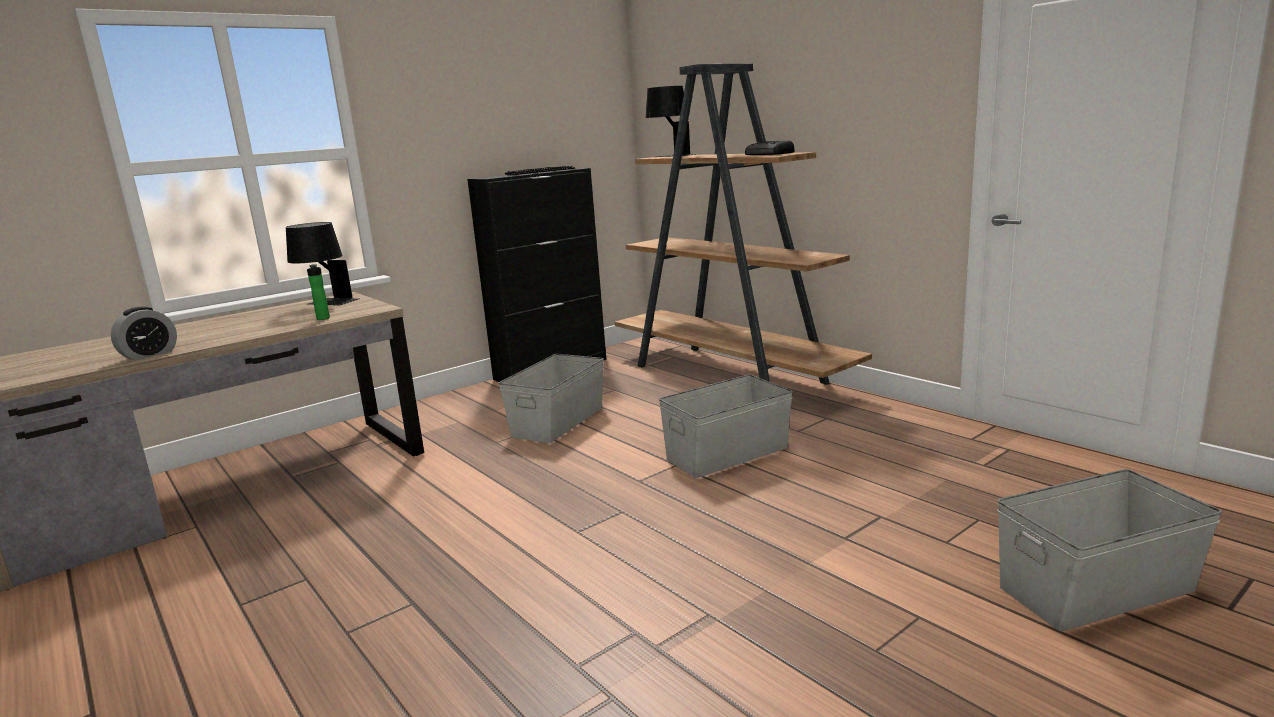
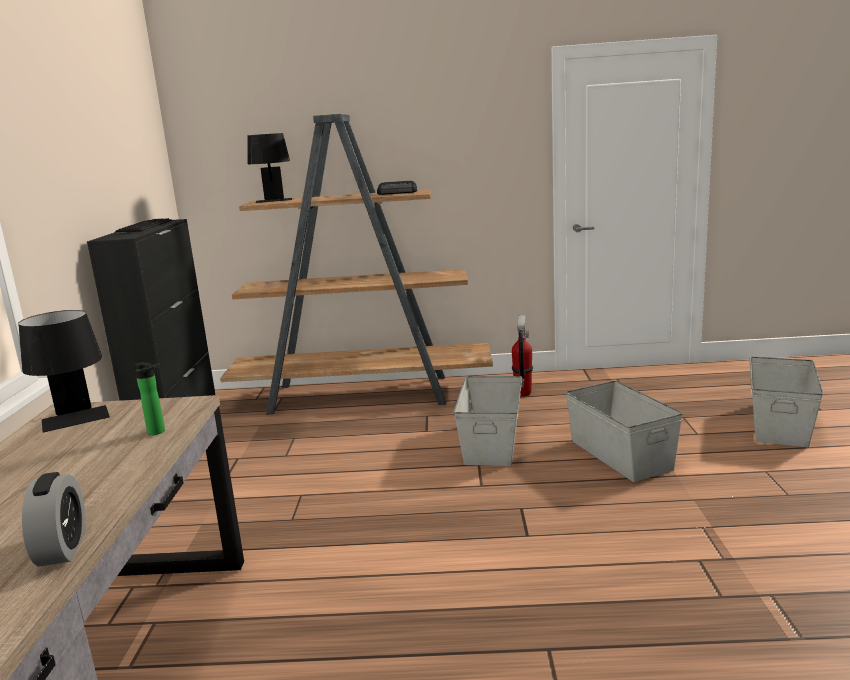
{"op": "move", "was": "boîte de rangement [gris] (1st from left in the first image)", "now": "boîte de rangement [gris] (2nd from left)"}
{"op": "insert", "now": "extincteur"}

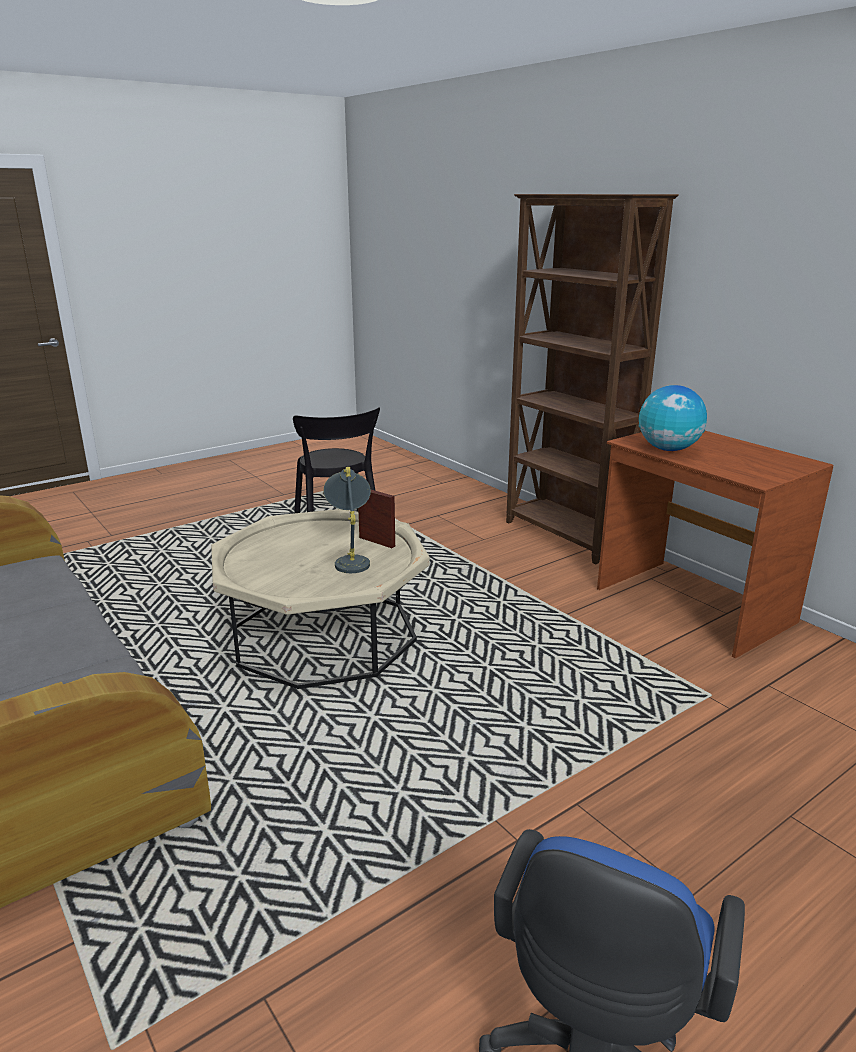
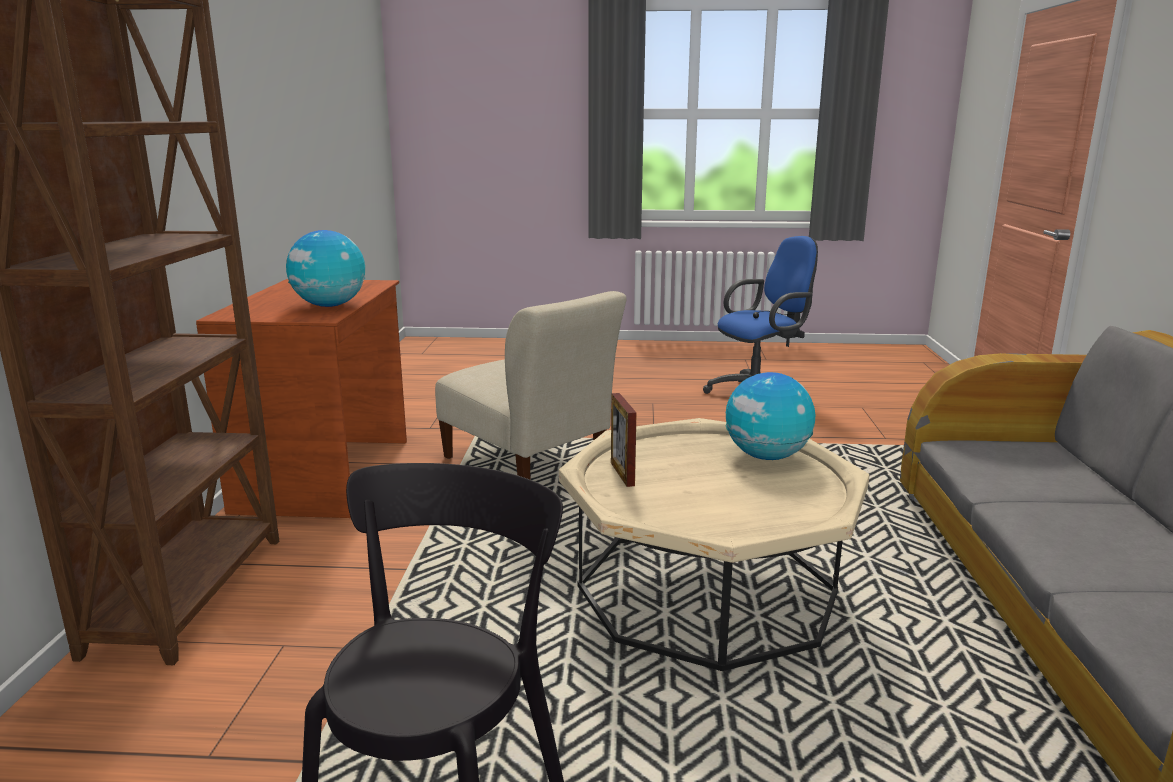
{"op": "delete", "was": "lampe de table [gris]"}
{"op": "insert", "now": "chaise [beige]"}
{"op": "insert", "now": "globe (2nd from left)"}

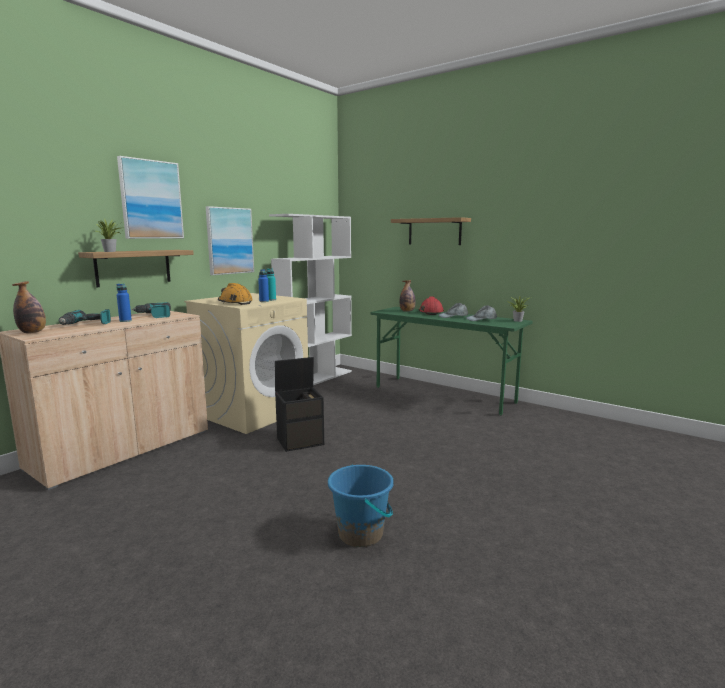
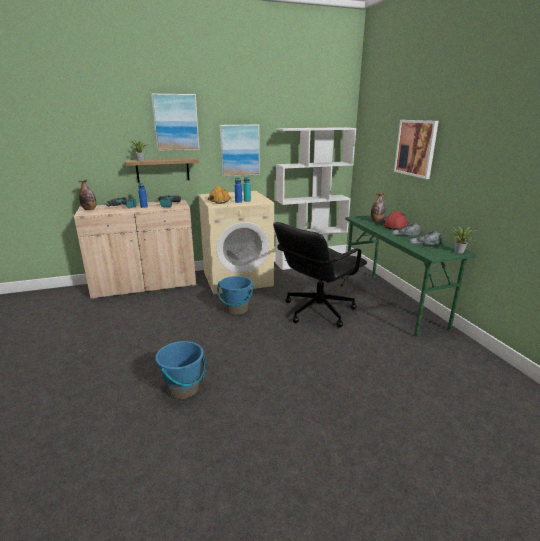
{"op": "replace", "was": "étagère (2nd from left)", "now": "tableau (3rd from left)"}
{"op": "replace", "was": "boîte de rangement [noir]", "now": "seau [bleu] (2nd from left)"}
{"op": "insert", "now": "chaise de bureau [noir]"}

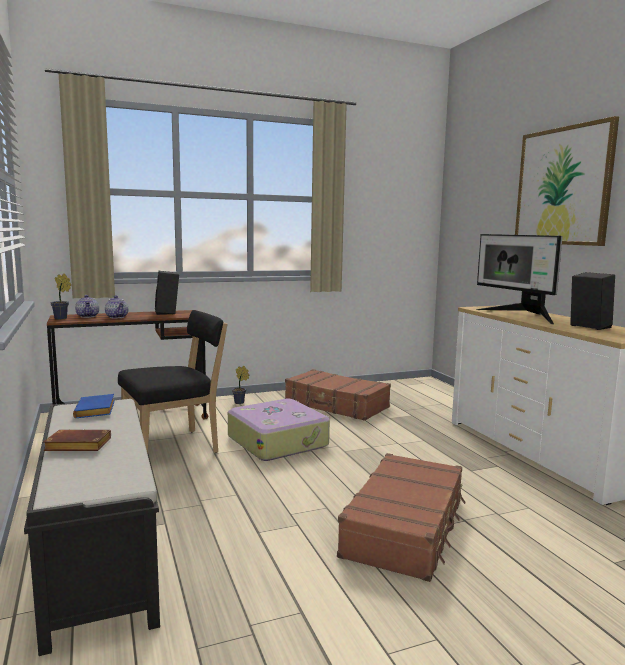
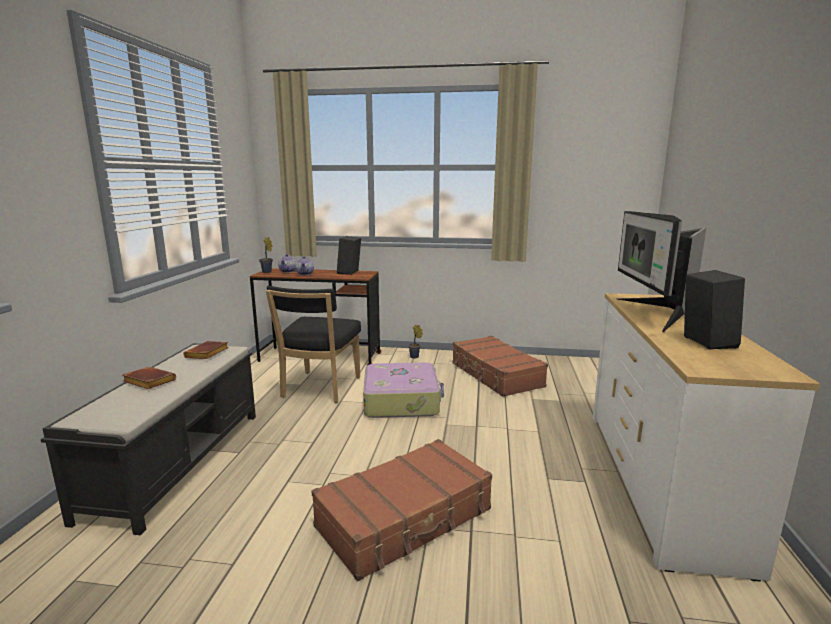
{"op": "delete", "was": "tableau"}
{"op": "rotate", "was": "chaise [noir]", "clockwise": 105}
{"op": "recolor", "was": "livre [bleu]", "now": "livre [marron] (2nd from left)"}

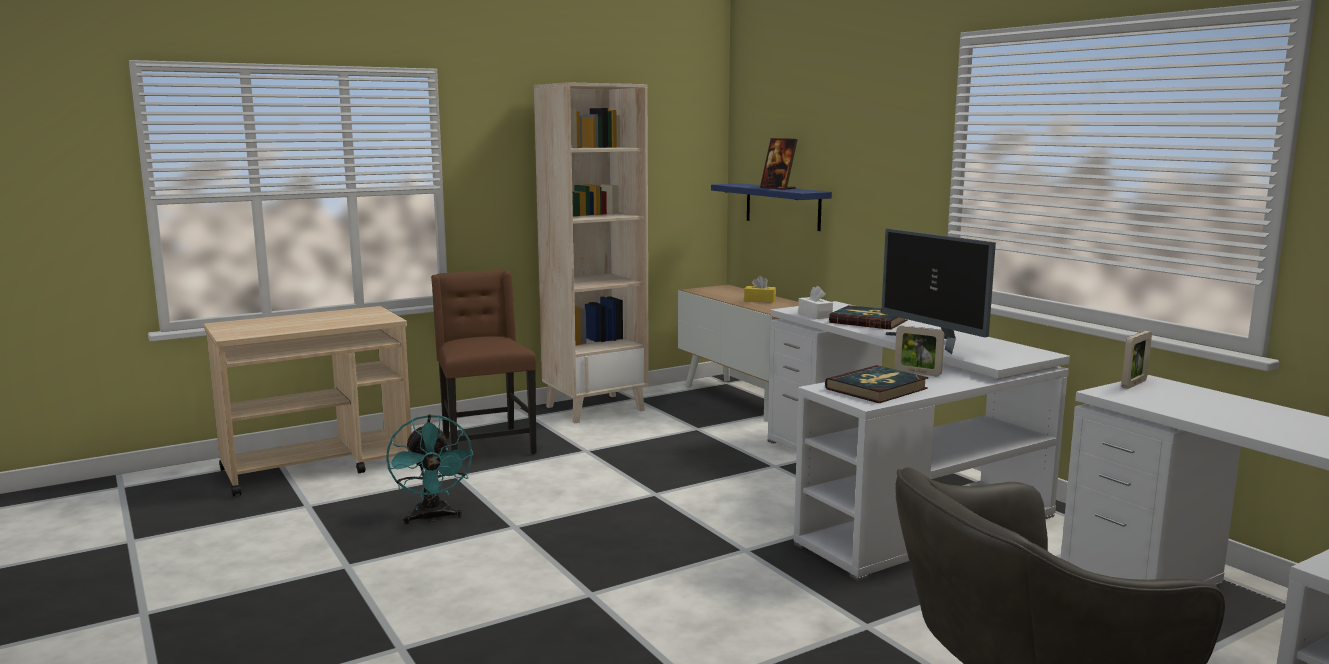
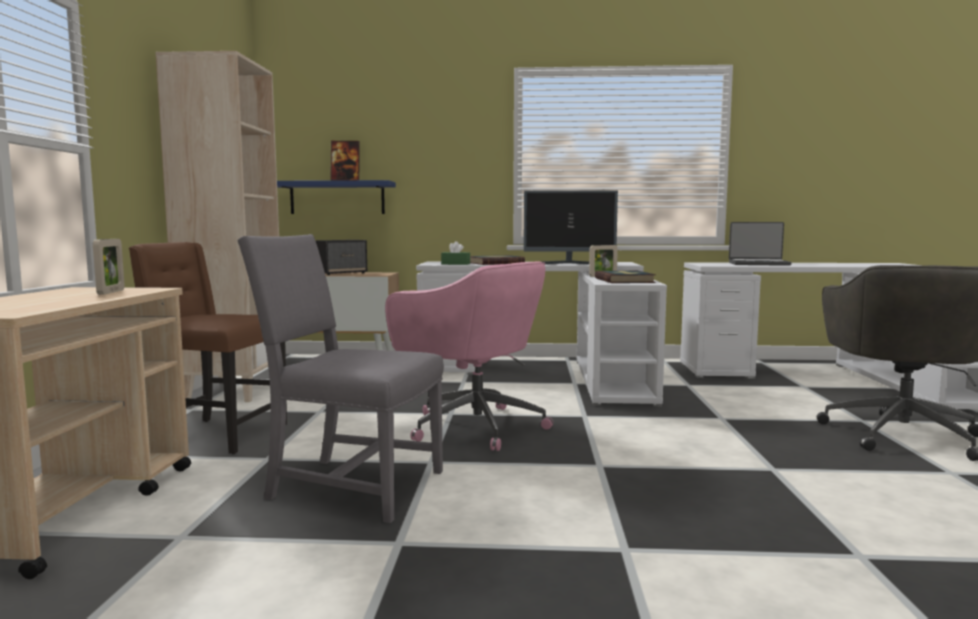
{"op": "replace", "was": "boîte à mouchoirs [jaune]", "now": "enceinte"}
{"op": "recolor", "was": "boîte à mouchoirs [blanc]", "now": "boîte à mouchoirs [vert]"}
{"op": "move", "was": "cadre photo (3rd from left in the first image)", "now": "cadre photo (1st from left)"}
{"op": "replace", "was": "ventilateur [turquoise]", "now": "chaise [gris]"}
{"op": "insert", "now": "ordinateur portable"}
{"op": "insert", "now": "chaise de bureau [rose]"}

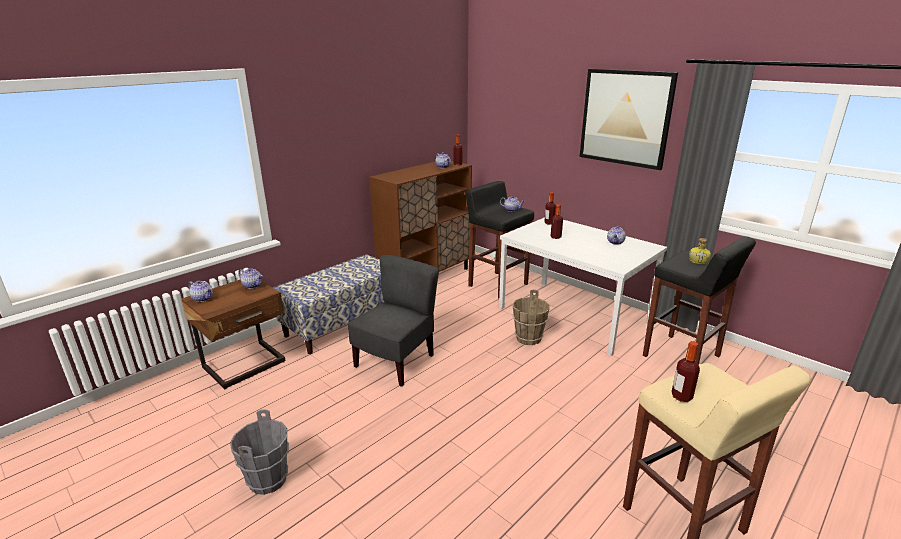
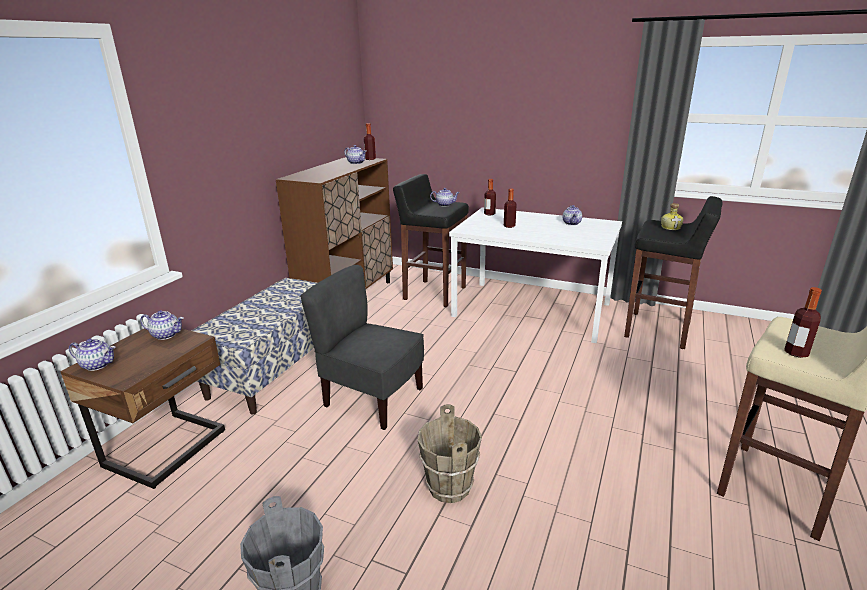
{"op": "delete", "was": "tableau"}
{"op": "rotate", "was": "chaise [gris]", "clockwise": -75}
{"op": "move", "was": "seau [marron]"}

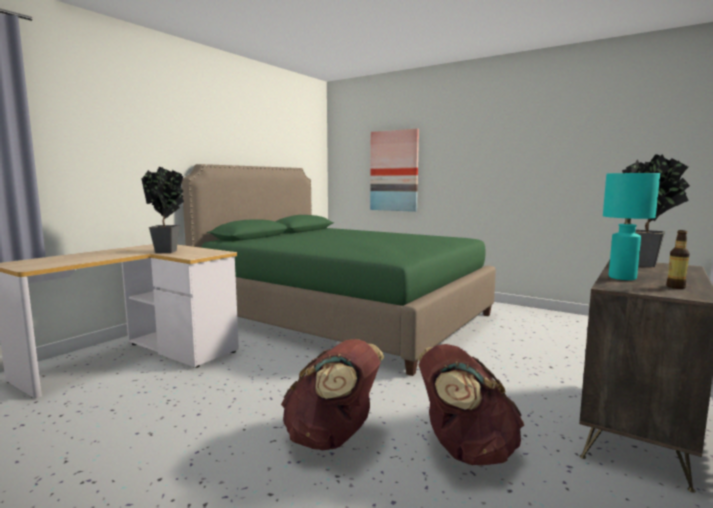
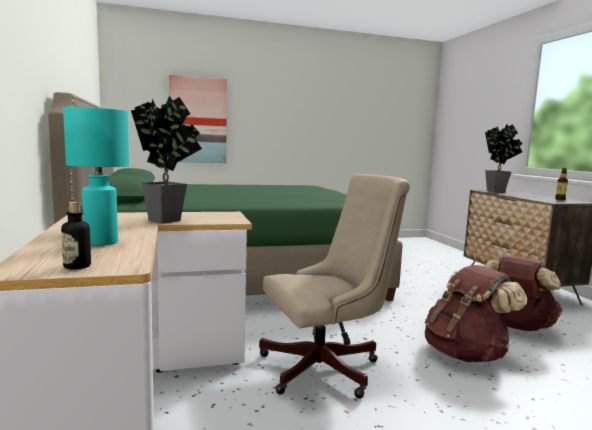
{"op": "move", "was": "lampe de table [turquoise]"}
{"op": "insert", "now": "chaise de bureau [beige]"}
{"op": "insert", "now": "bouteille (1st from left)"}

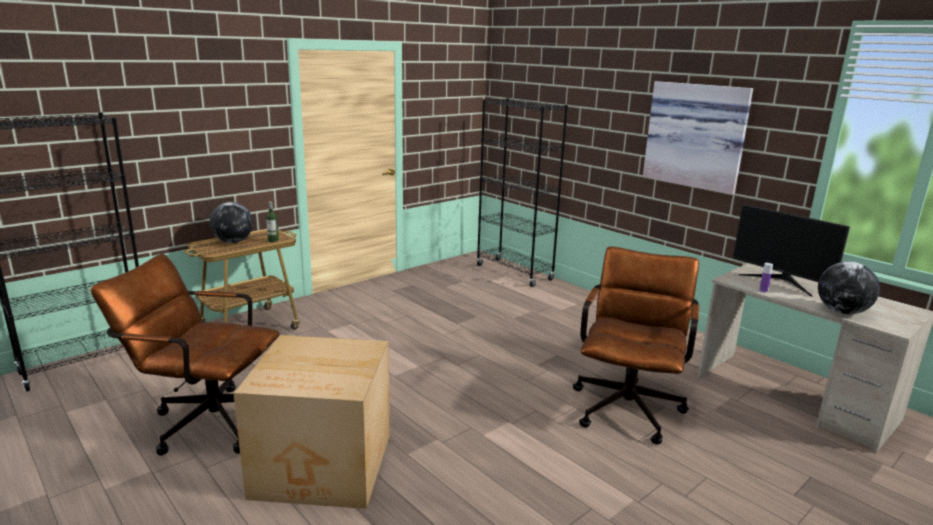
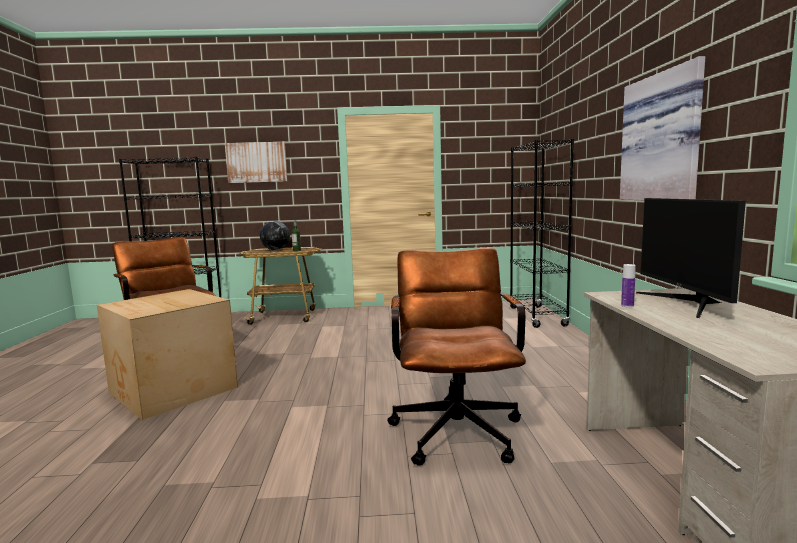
{"op": "rotate", "was": "chaise de bureau [marron] (2nd from left)", "clockwise": -60}
{"op": "delete", "was": "globe (2nd from left)"}
{"op": "insert", "now": "tableau (1st from left)"}

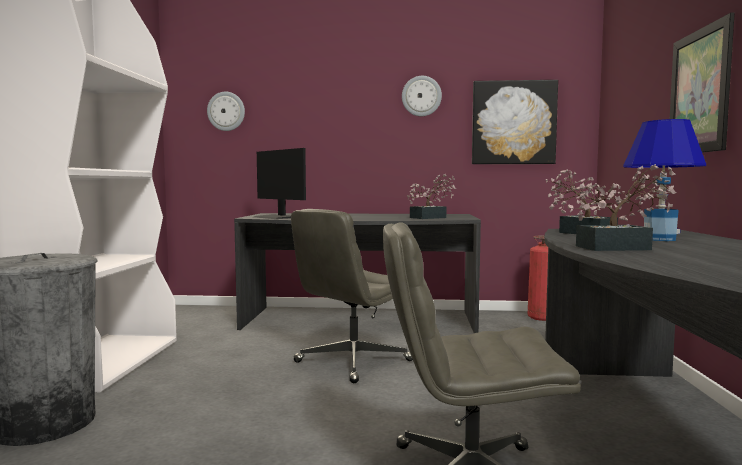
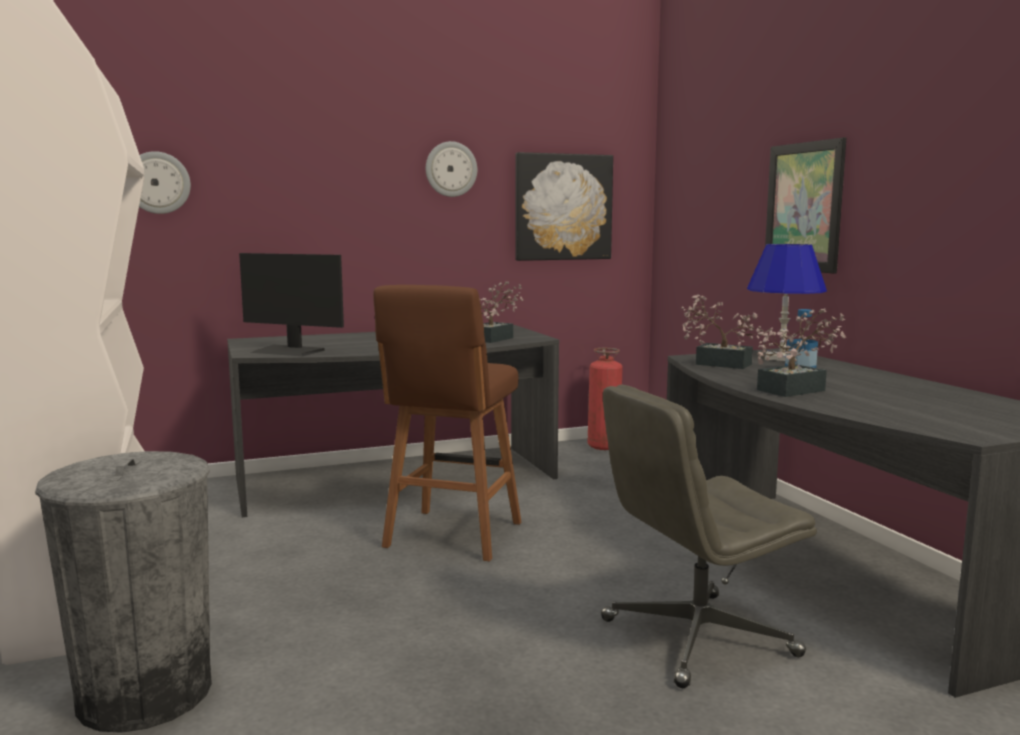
{"op": "replace", "was": "chaise de bureau [gris] (1st from left)", "now": "tabouret [marron]"}

